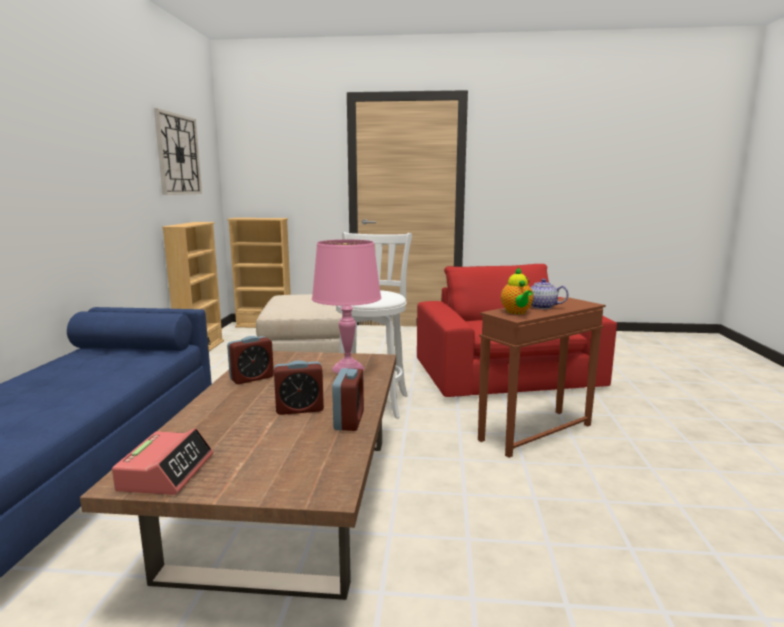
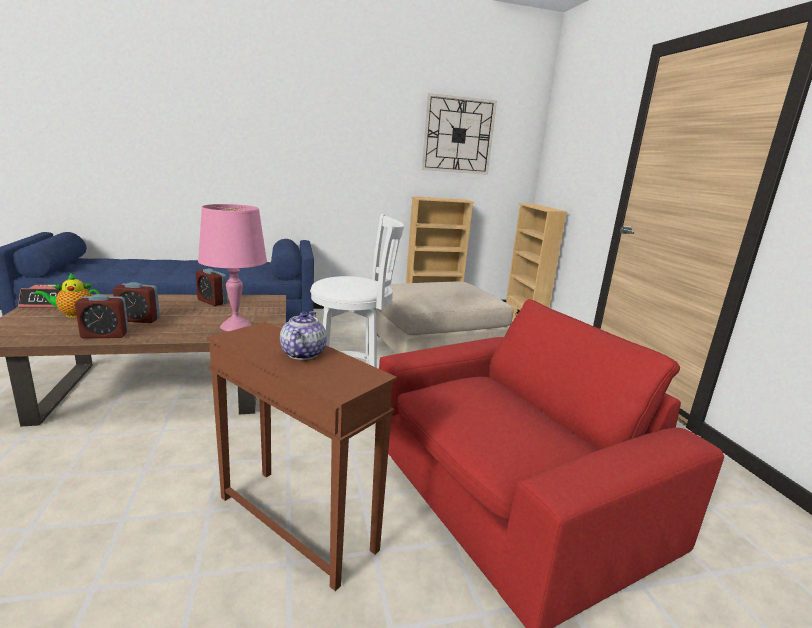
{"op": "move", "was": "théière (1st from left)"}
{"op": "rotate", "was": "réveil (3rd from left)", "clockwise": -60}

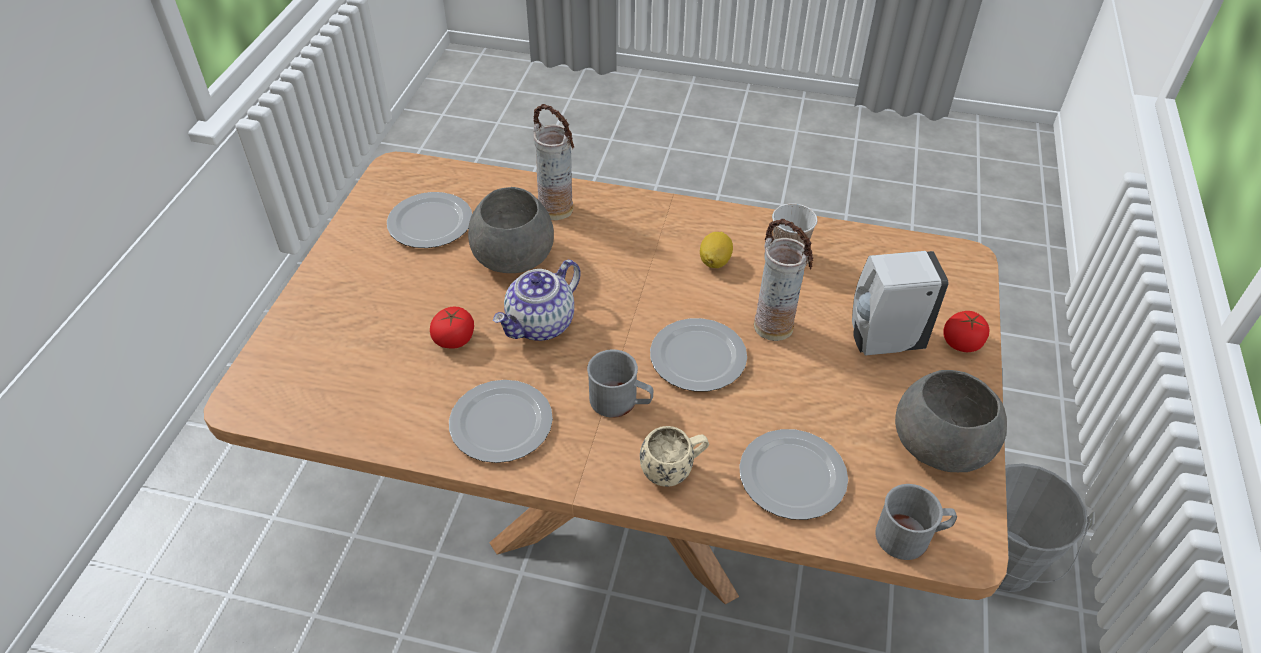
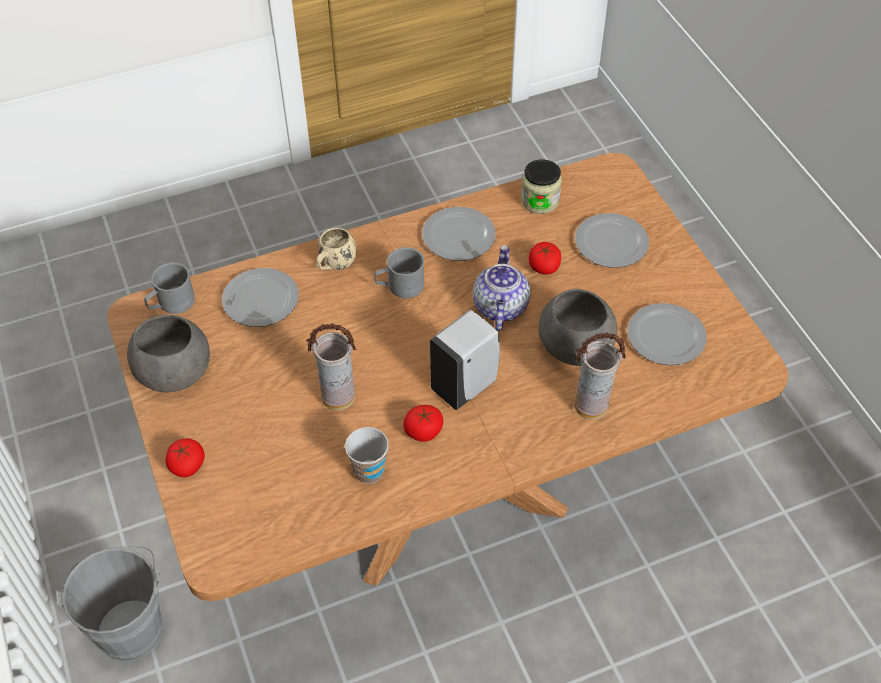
{"op": "replace", "was": "citron", "now": "tomate (2nd from left)"}
{"op": "move", "was": "distributeur de savon [blanc]"}
{"op": "move", "was": "assiette (3rd from left)"}
{"op": "insert", "now": "bocal"}

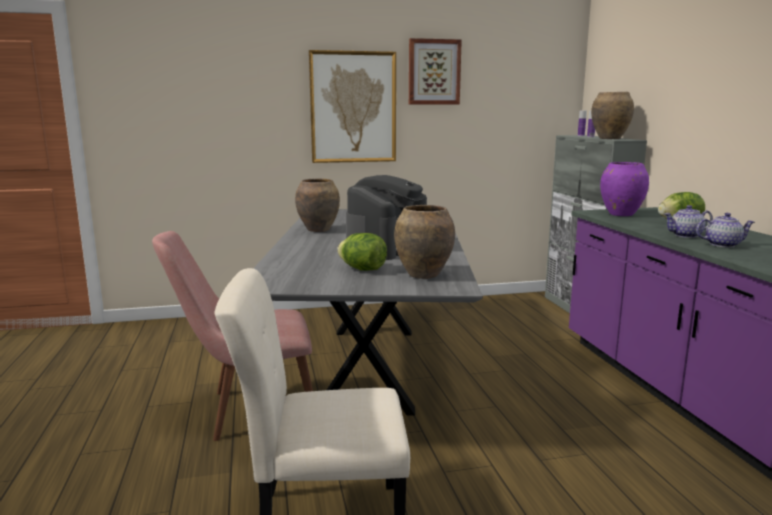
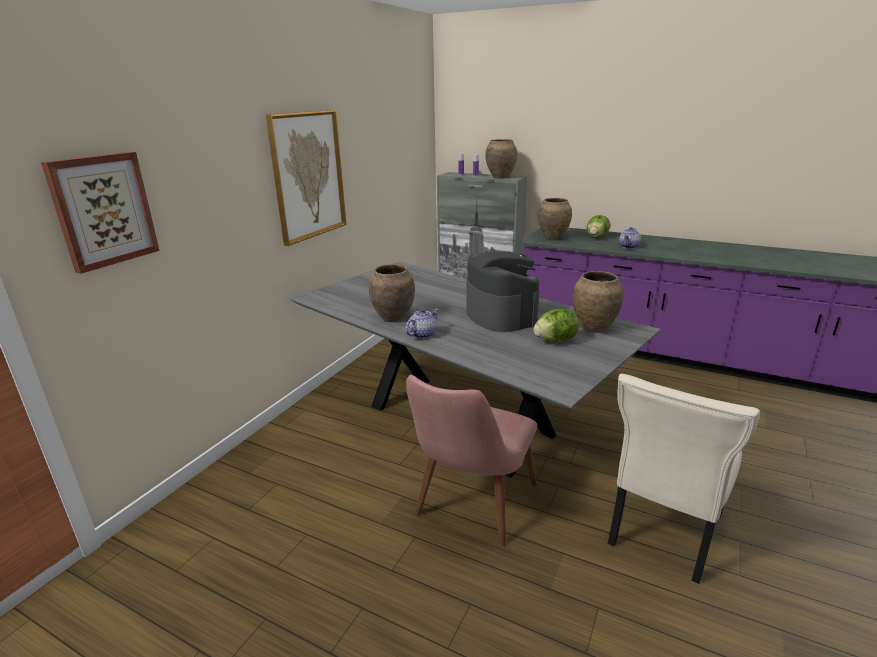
{"op": "move", "was": "tableau (2nd from left in the first image)", "now": "tableau (1st from left)"}
{"op": "recolor", "was": "vase [violet]", "now": "vase [marron] (3rd from left)"}
{"op": "move", "was": "théière (2nd from left in the first image)", "now": "théière (1st from left)"}

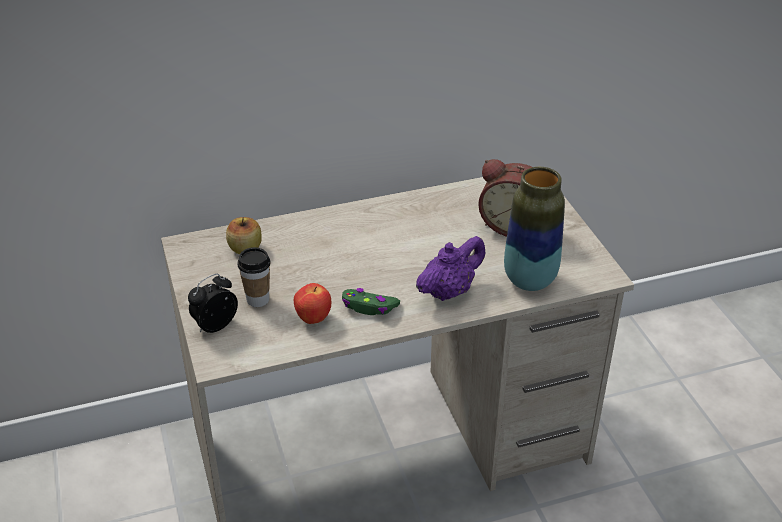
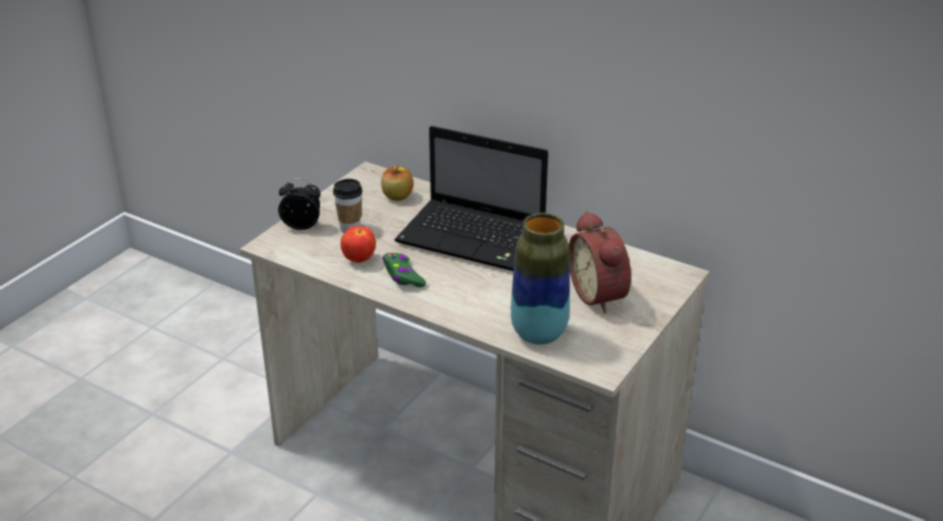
{"op": "delete", "was": "théière [violet]"}
{"op": "insert", "now": "ordinateur portable"}

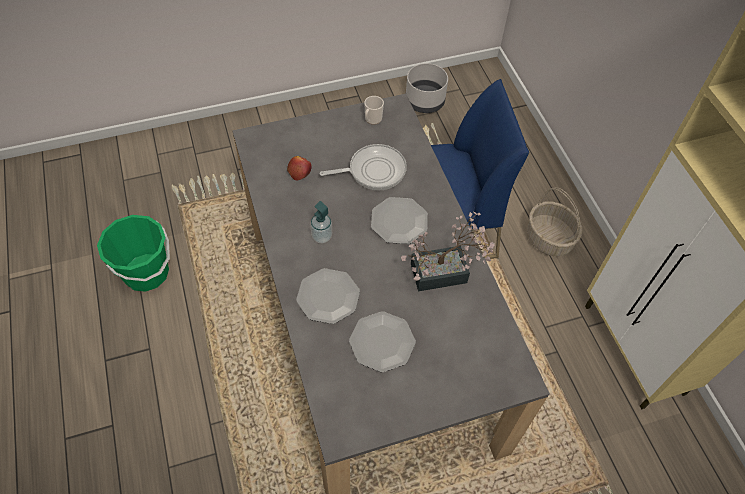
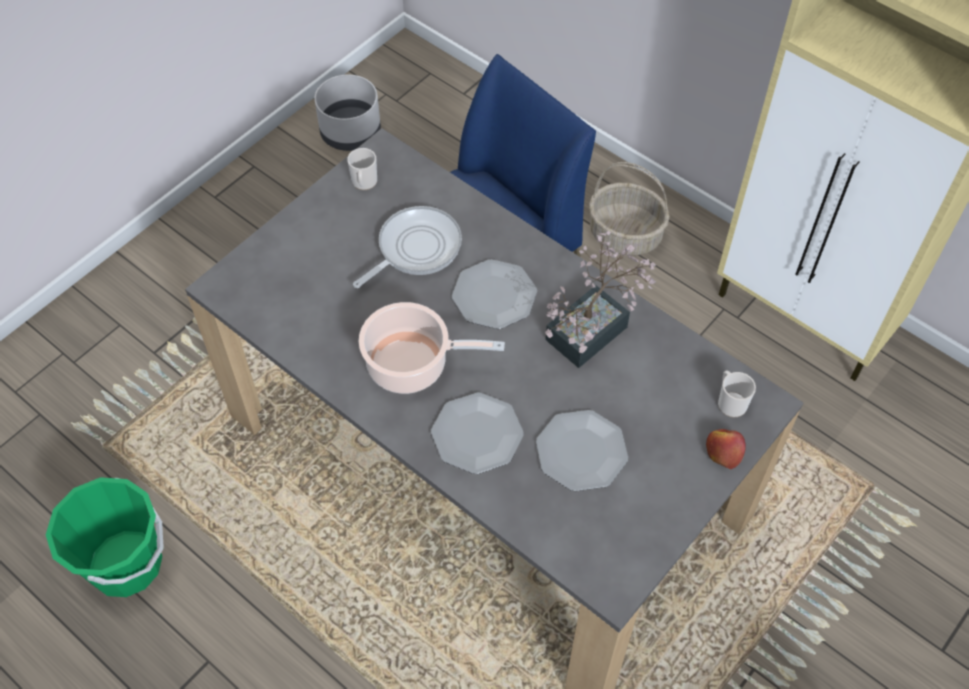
{"op": "move", "was": "pomme"}
{"op": "replace", "was": "distributeur de savon", "now": "marmite"}
{"op": "insert", "now": "mug (2nd from left)"}

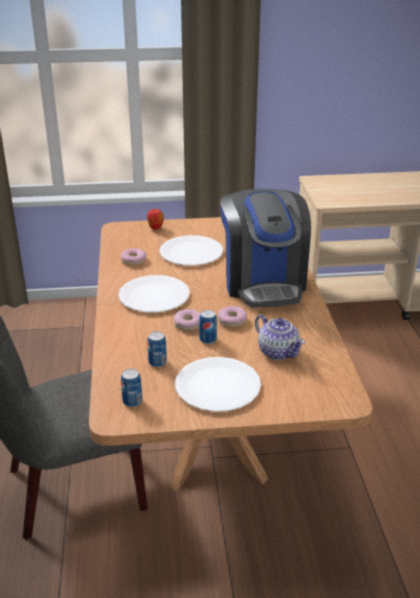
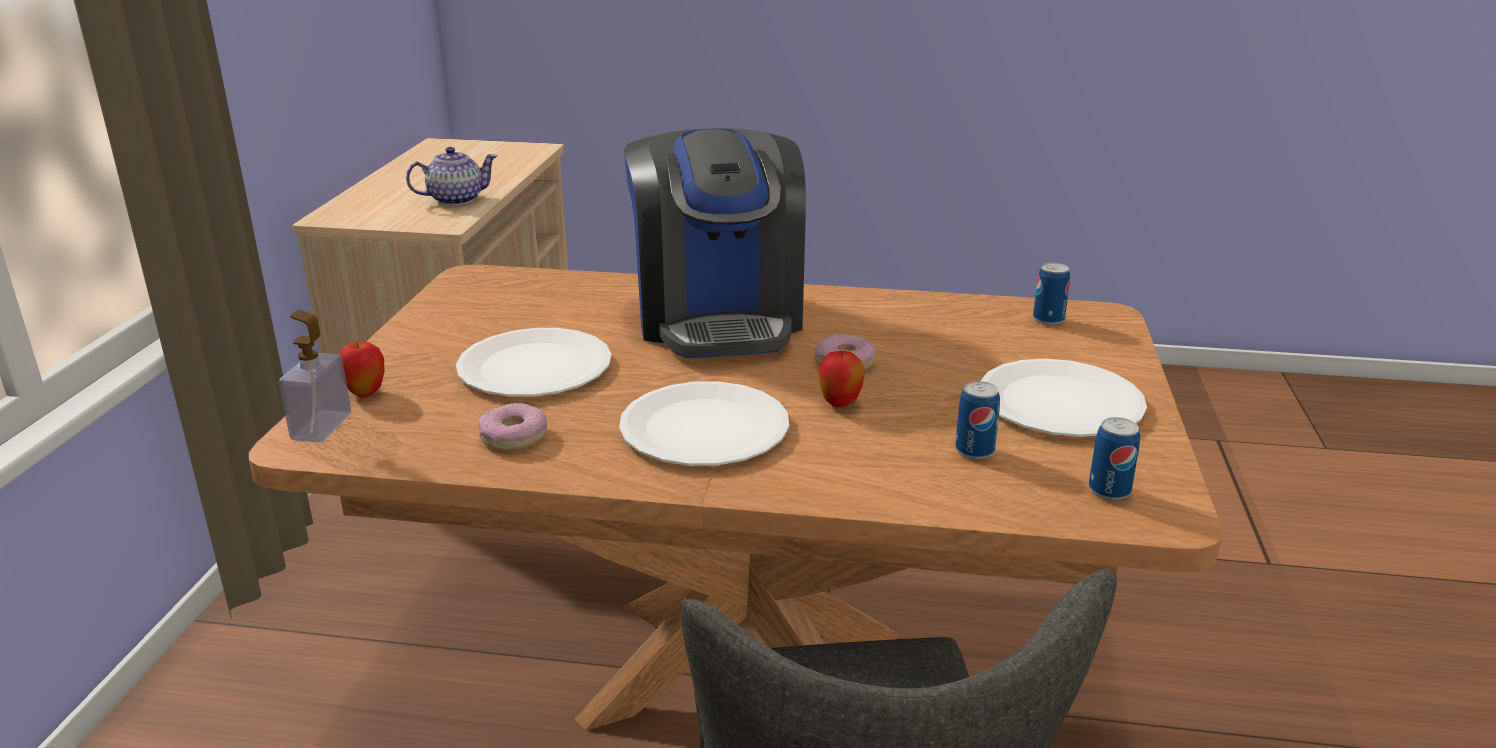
{"op": "rotate", "was": "machine à café", "clockwise": 75}
{"op": "replace", "was": "beignet (2nd from left)", "now": "pomme (2nd from left)"}
{"op": "move", "was": "boîte métallique (3rd from left in the first image)", "now": "boîte métallique (2nd from left)"}
{"op": "move", "was": "théière"}
{"op": "insert", "now": "distributeur de savon"}

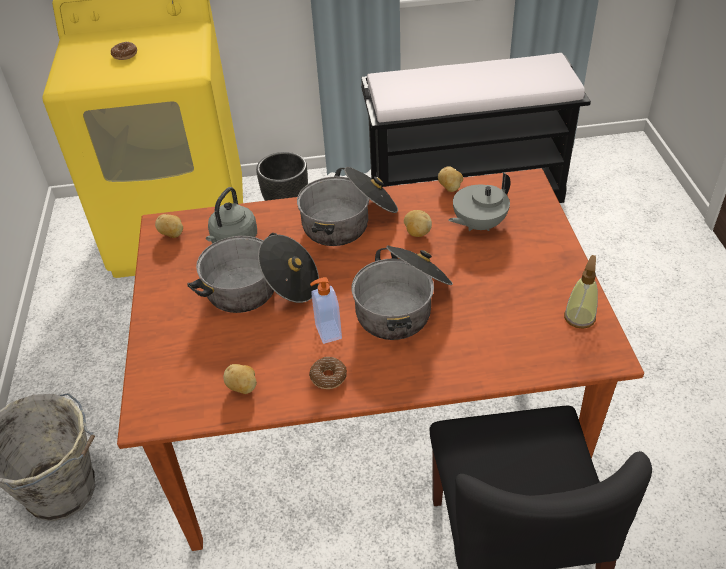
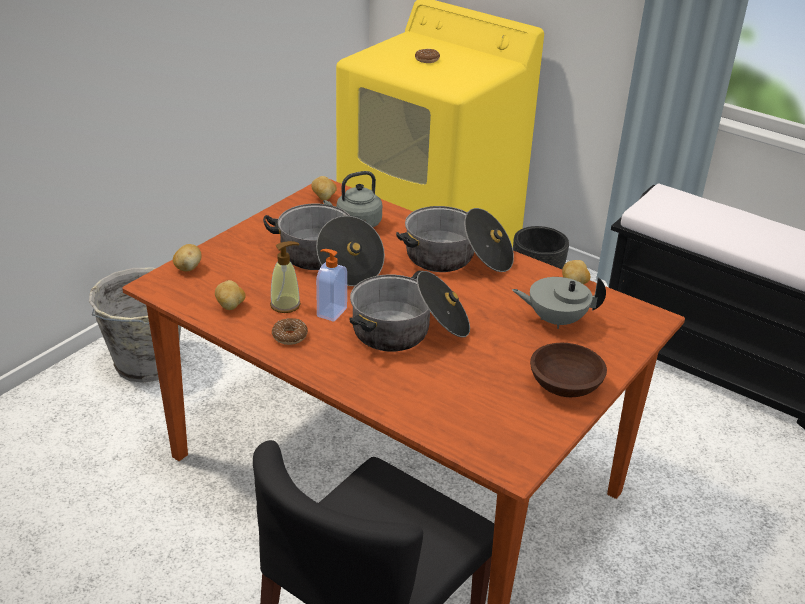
{"op": "move", "was": "pomme de terre (3rd from left in the first image)", "now": "pomme de terre (1st from left)"}
{"op": "move", "was": "distributeur de savon (2nd from left in the first image)", "now": "distributeur de savon (1st from left)"}
{"op": "insert", "now": "bol [marron]"}

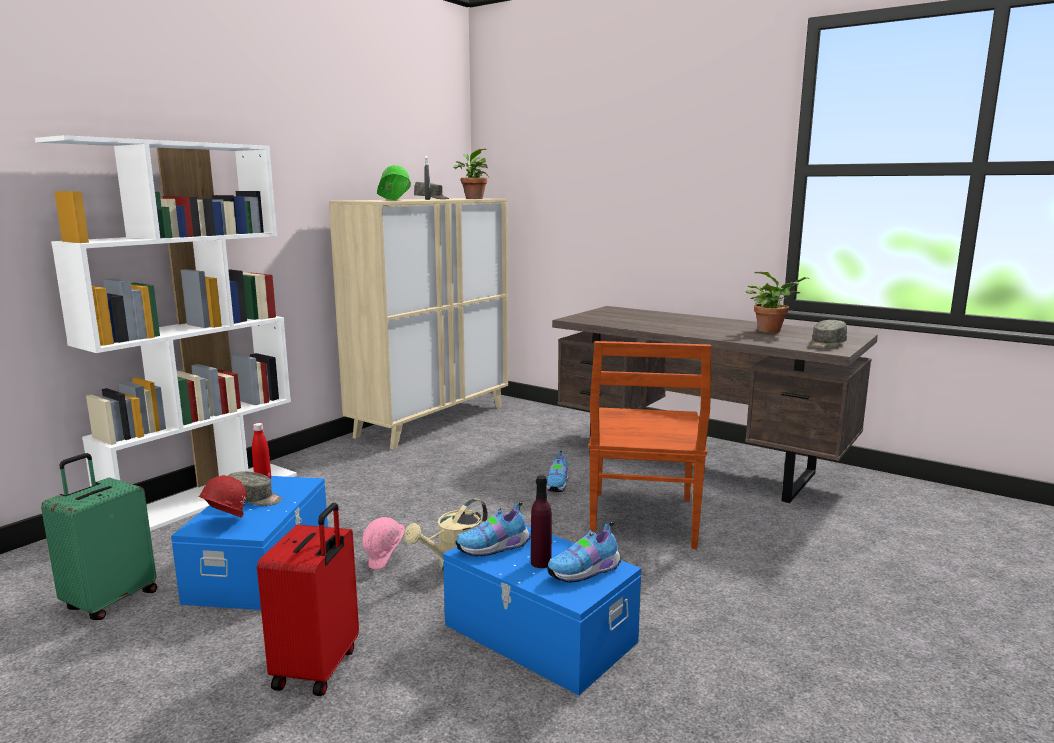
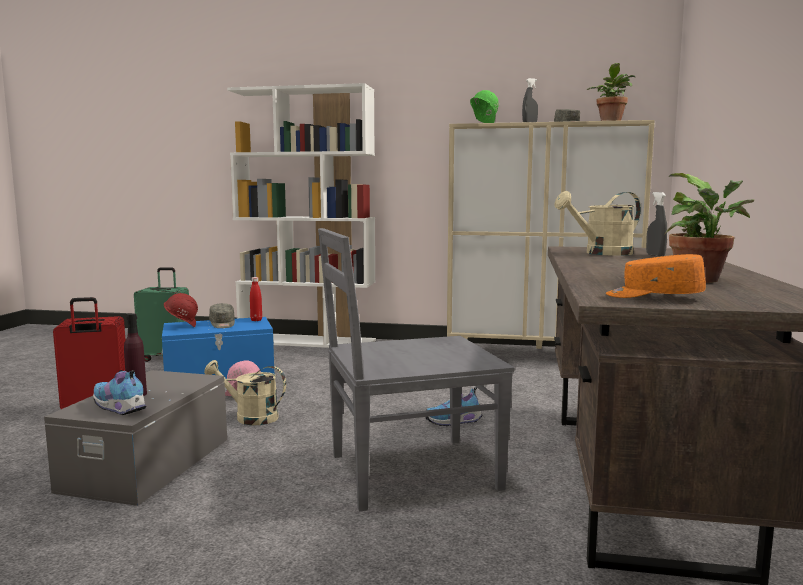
{"op": "recolor", "was": "casquette [gris] (3rd from left)", "now": "casquette [orange]"}
{"op": "recolor", "was": "chaise [marron]", "now": "chaise [gris]"}
{"op": "delete", "was": "chaussure (1st from left)"}
{"op": "recolor", "was": "boîte de rangement [bleu] (2nd from left)", "now": "boîte de rangement [gris]"}
{"op": "insert", "now": "arrosoir [beige] (2nd from left)"}
{"op": "insert", "now": "vaporisateur [gris] (2nd from left)"}

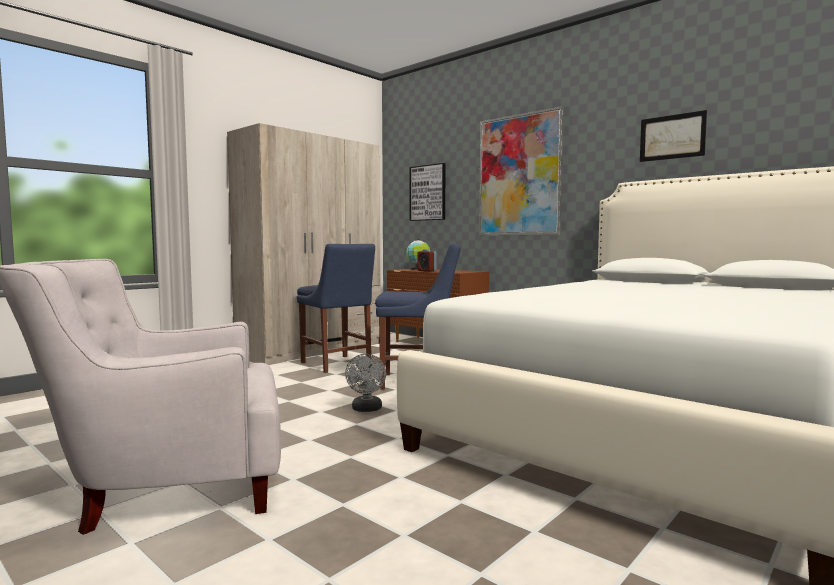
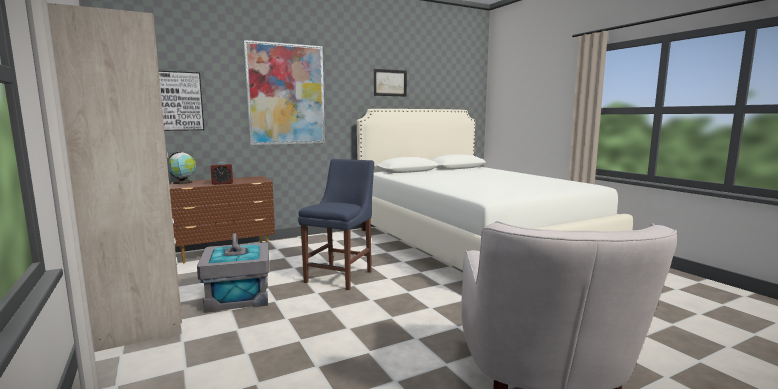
{"op": "replace", "was": "chaise [bleu] (1st from left)", "now": "boîte de rangement [gris]"}
{"op": "delete", "was": "ventilateur [gris]"}

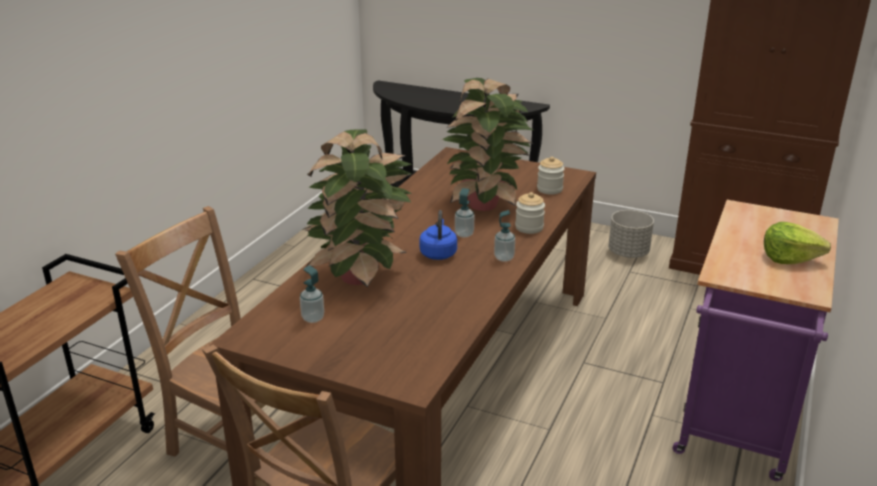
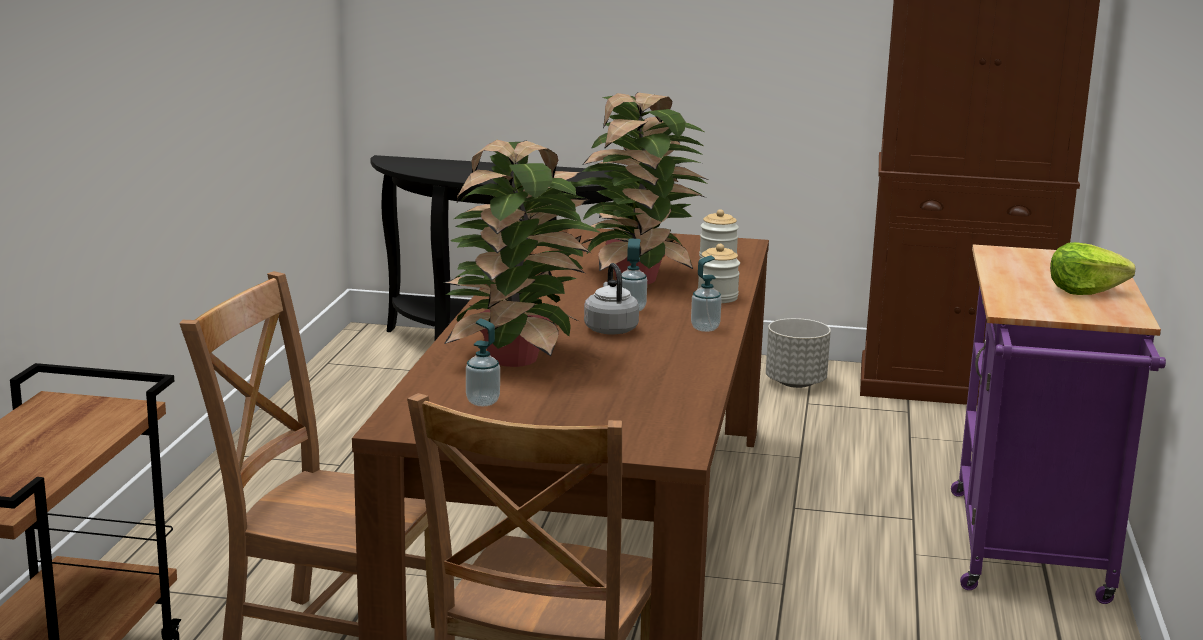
{"op": "recolor", "was": "bouilloire [bleu]", "now": "bouilloire [gris]"}

